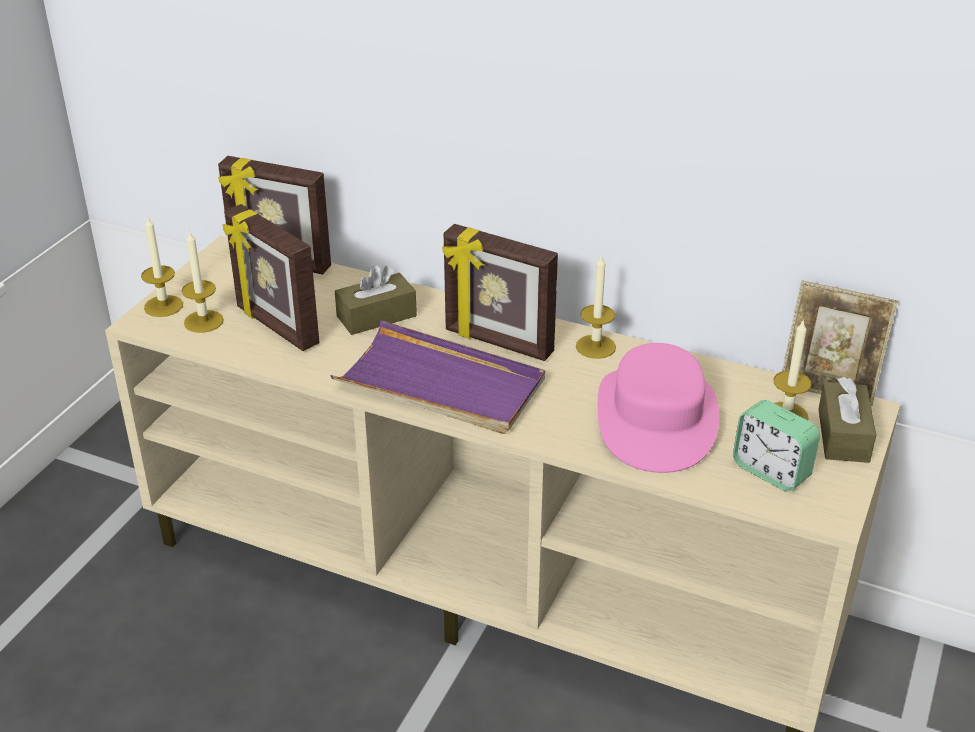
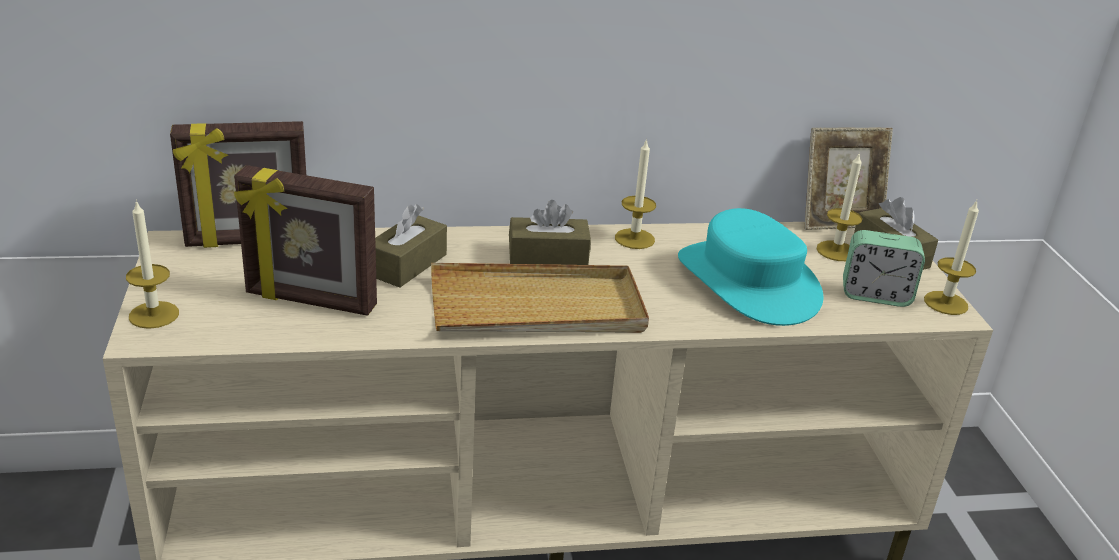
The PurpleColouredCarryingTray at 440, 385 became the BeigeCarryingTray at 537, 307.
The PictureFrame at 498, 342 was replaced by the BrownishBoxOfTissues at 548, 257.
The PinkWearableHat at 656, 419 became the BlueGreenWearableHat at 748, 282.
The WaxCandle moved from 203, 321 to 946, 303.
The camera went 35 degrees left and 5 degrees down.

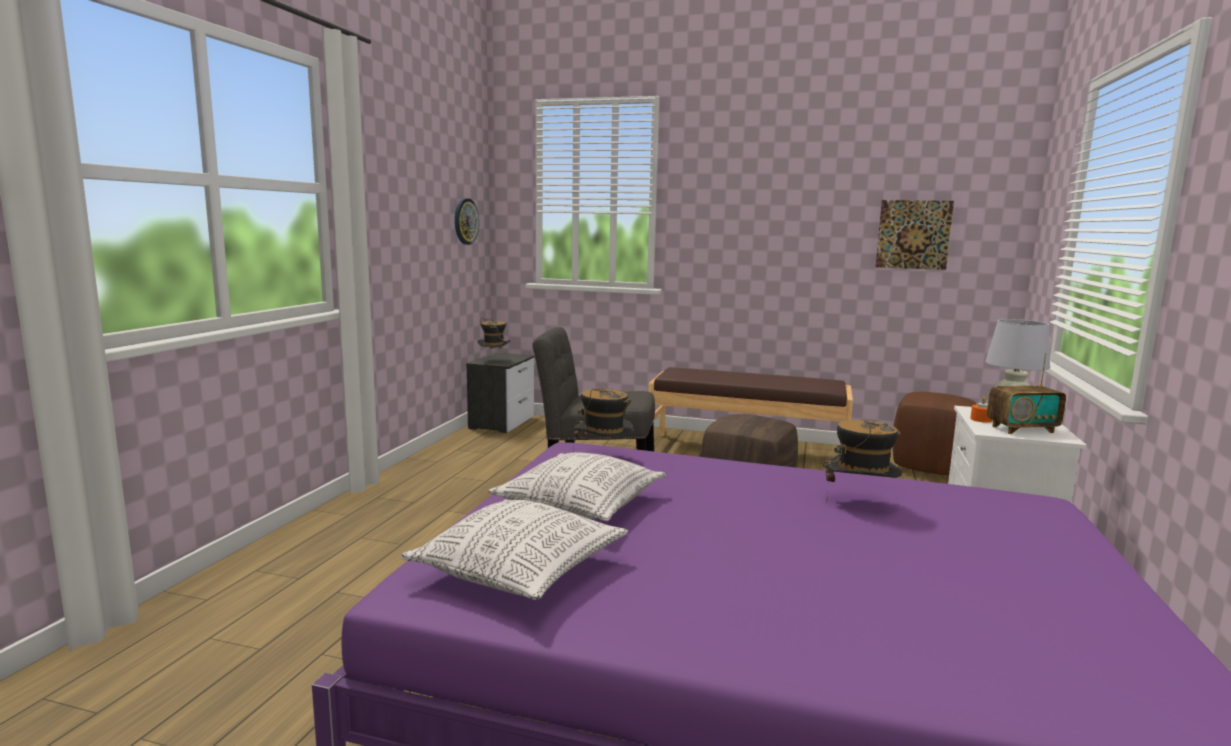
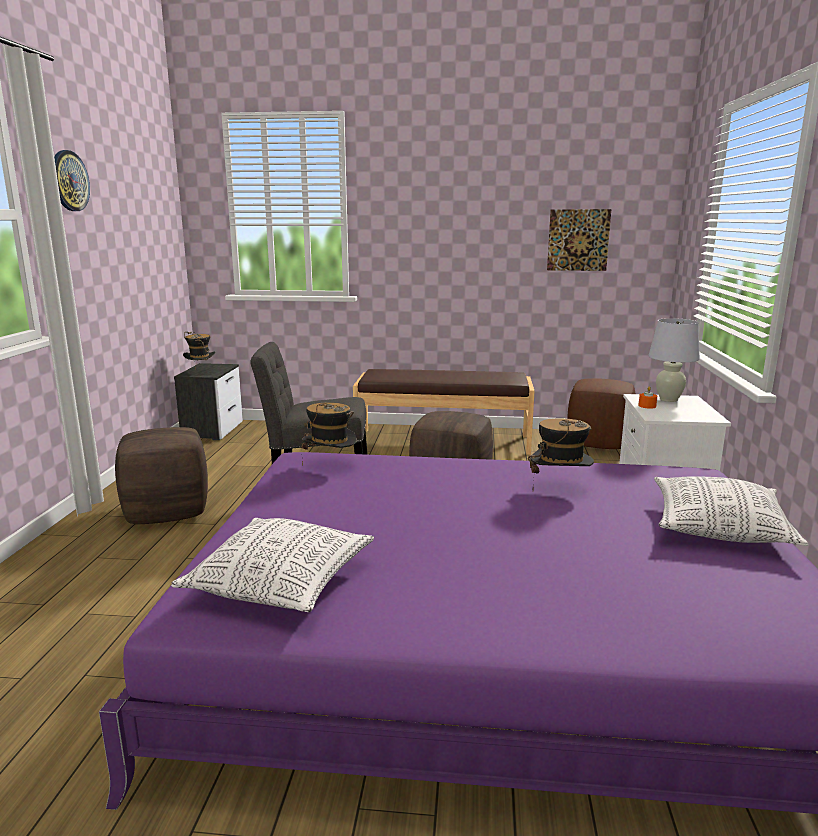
The WallClock moved from 465, 221 to 69, 181.
The BrownishPouffe at 166, 512 appeared.
The Pillow moved from 580, 506 to 718, 528.
The RadioSet at 1022, 429 disappeared.
The camera went 10 degrees left and 5 degrees up.

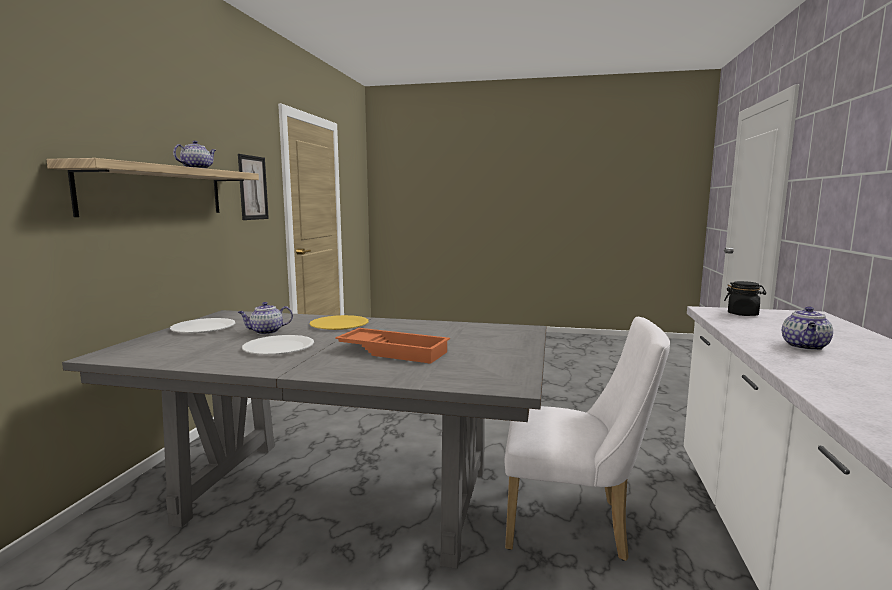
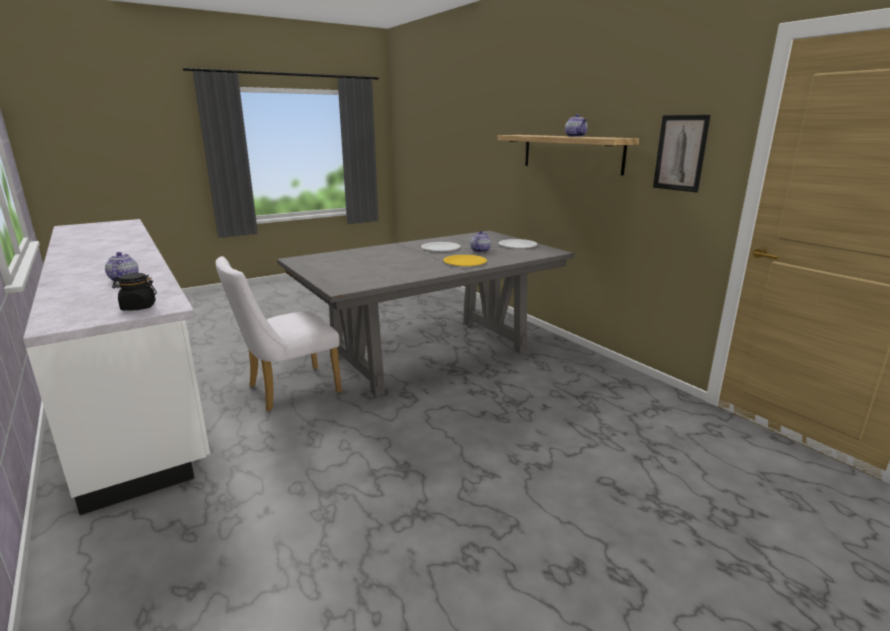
The OrangeColouredCarryingTray at 394, 351 disappeared.
The camera went 135 degrees right and 10 degrees up.

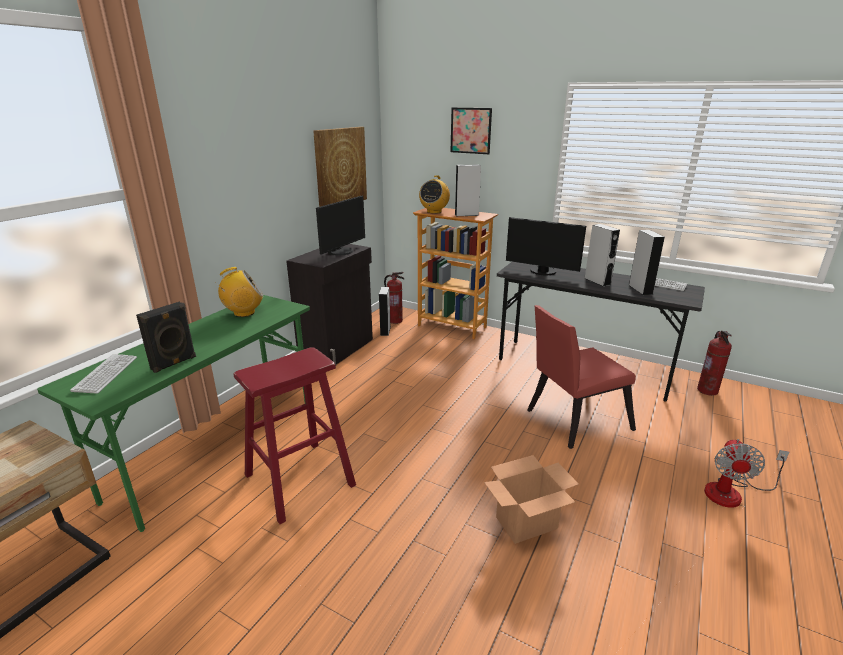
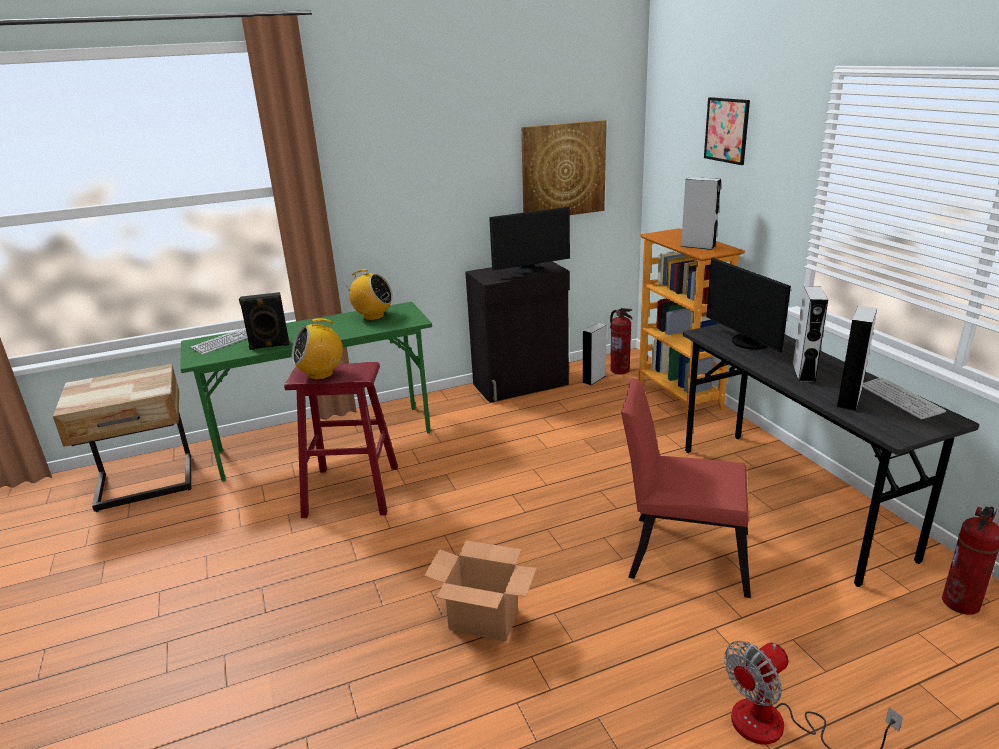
The RadioSet moved from 434, 211 to 321, 374.
The camera went 40 degrees right and 0 degrees up.

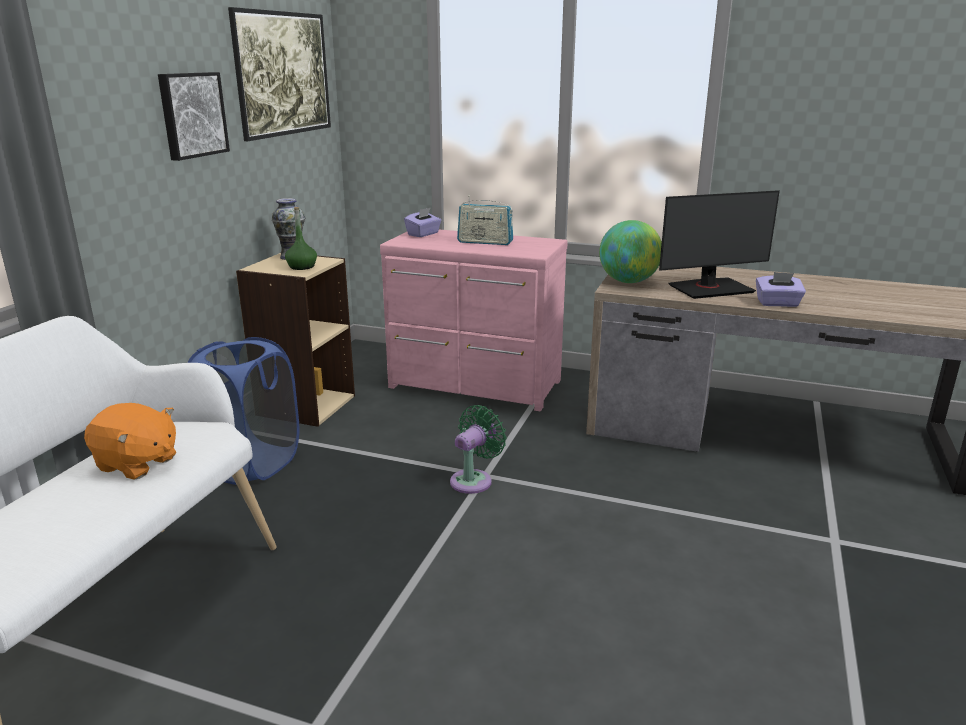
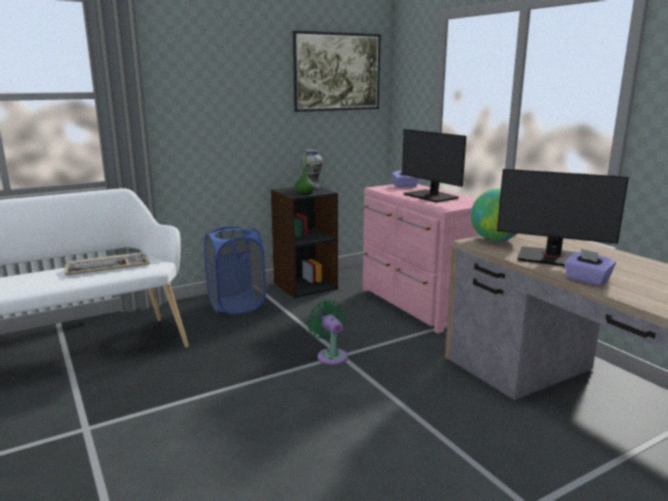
The OrangeColouredSoftToy at 137, 463 was replaced by the Keyboard at 108, 267.
The BeigeBookshelf at 305, 405 became the BlackColouredBookshelf at 305, 285.
The GreenishElectricFan at 474, 480 turned 105 degrees counterclockwise.
The RadioSet at 485, 242 was replaced by the Monitor at 431, 196.
The WallPicture at 192, 115 disappeared.
The camera went 40 degrees right and 5 degrees down.

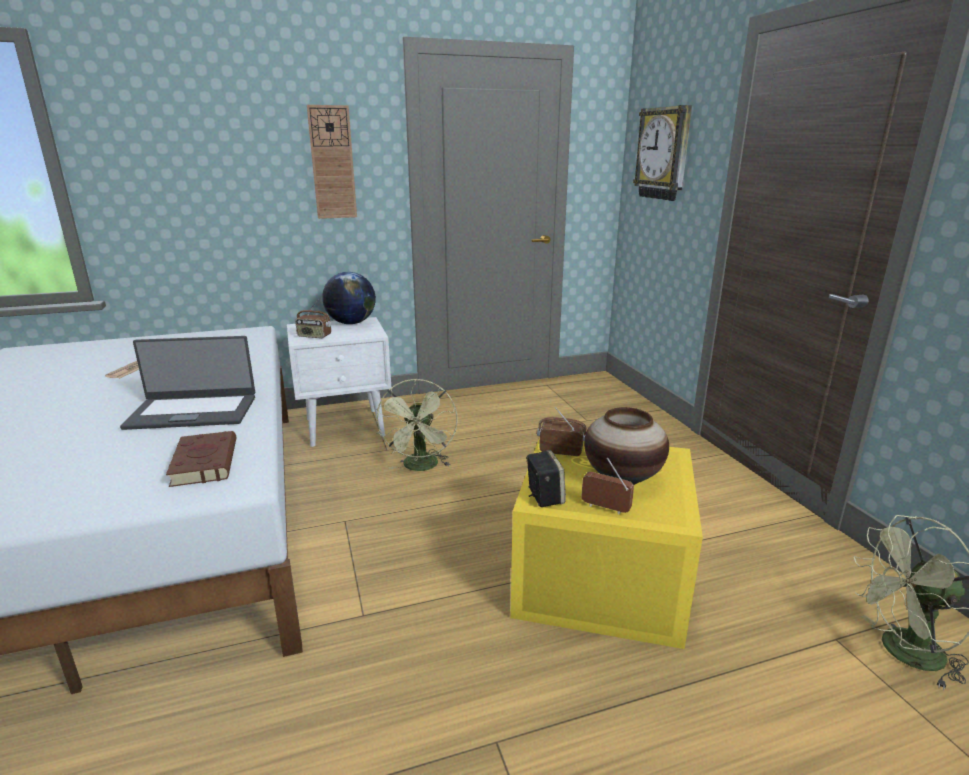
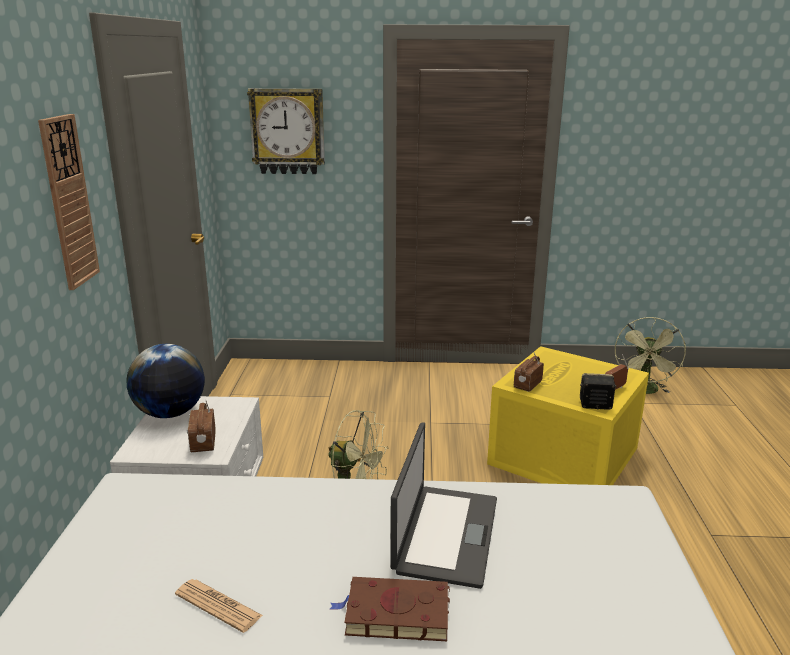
The RadioSet at 314, 336 turned 135 degrees clockwise.
The BrownishVolume moved from 204, 462 to 394, 614.
The FlowerVase at 623, 478 disappeared.
The camera went 70 degrees left and 0 degrees up.

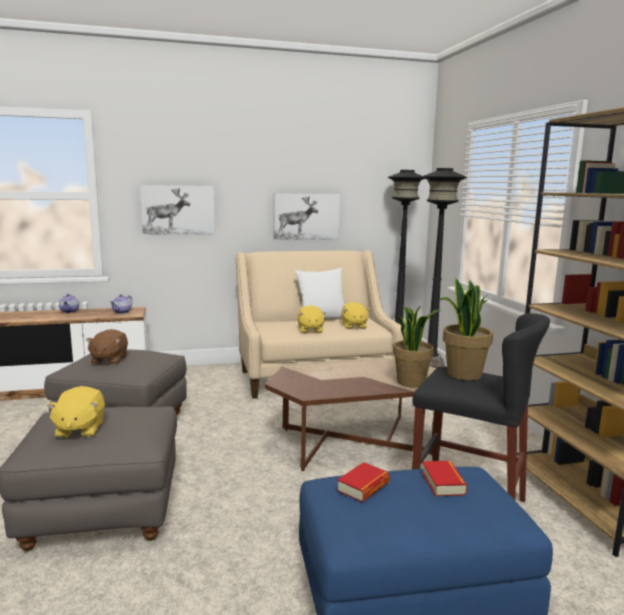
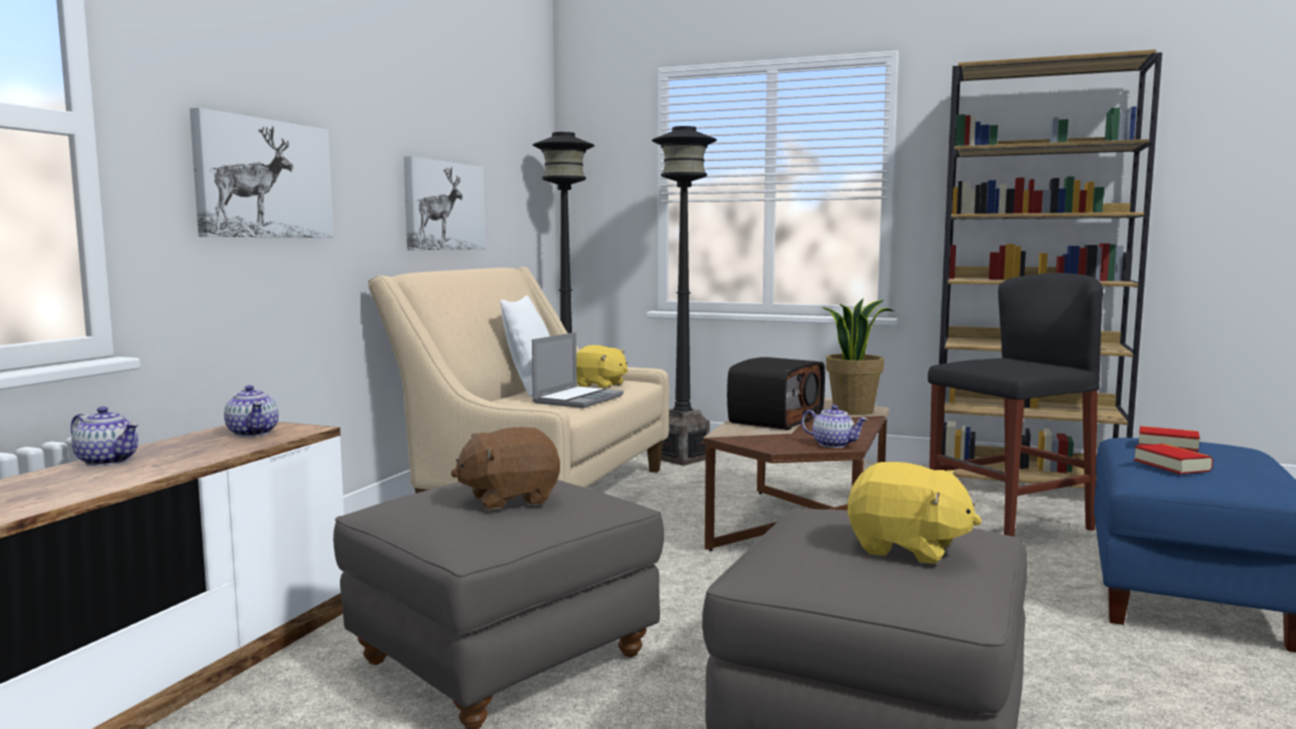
The BrownishSoftToy at 109, 360 turned 120 degrees clockwise.
The YellowColouredSoftToy at 310, 330 was replaced by the NotebookComputer at 578, 399.
The RadioSet at 774, 419 appeared.
The PotForTea at 833, 444 appeared.
The PlantInAPot at 463, 374 disappeared.
The camera went 55 degrees left and 5 degrees down.

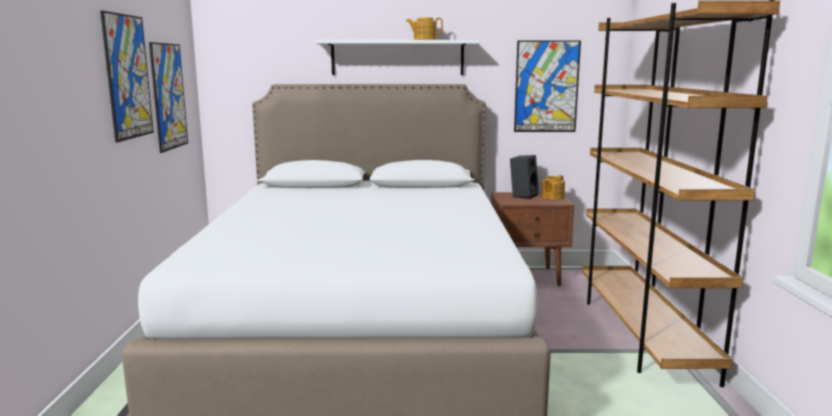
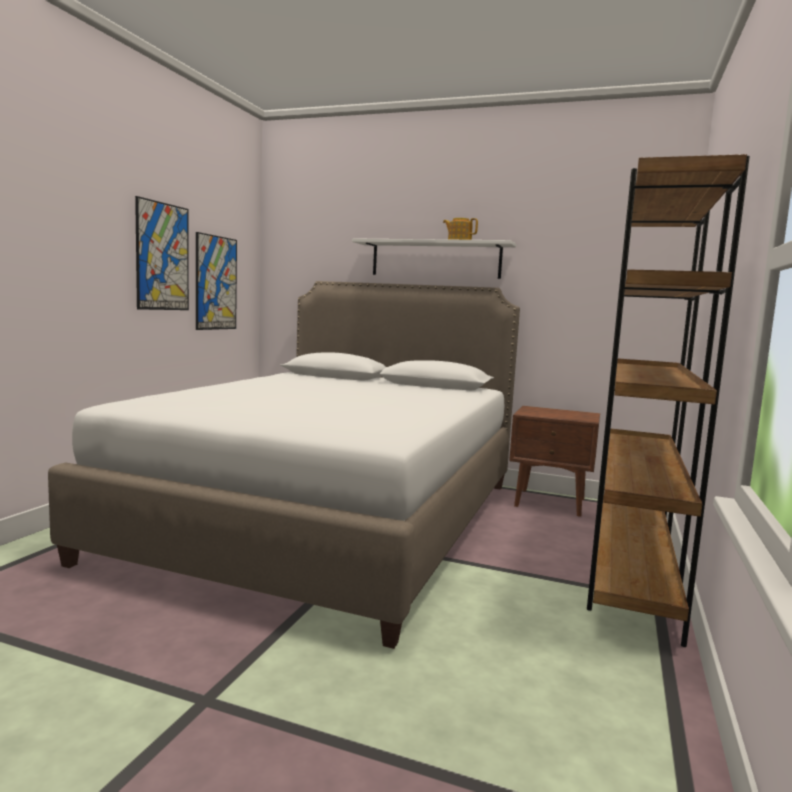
The BlackColouredSpeaker at 523, 195 disappeared.
The WallPicture at 546, 86 disappeared.
The PotForTea at 552, 197 disappeared.
The camera went 20 degrees right and 5 degrees down.

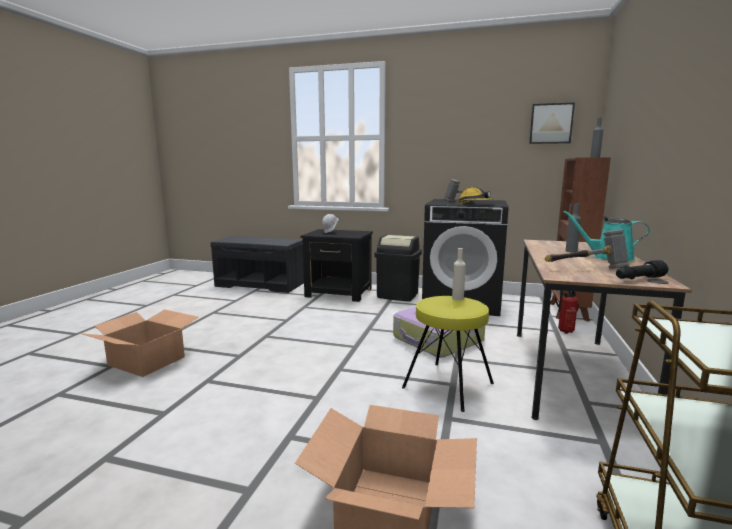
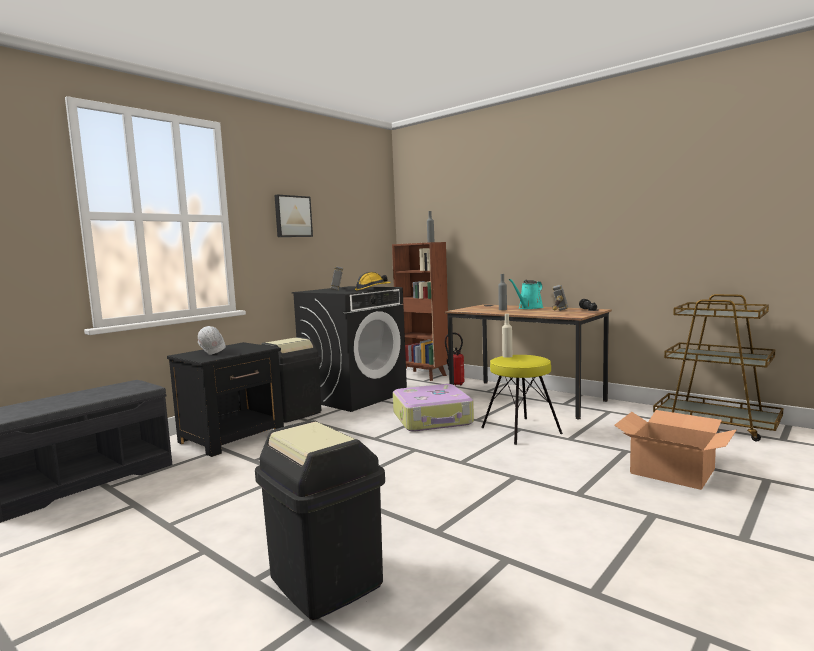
The Carton at 147, 360 was replaced by the BlackColouredRubbishBin at 325, 581.
The WallPicture moved from 551, 124 to 292, 216.
The camera went 65 degrees left and 5 degrees down.

